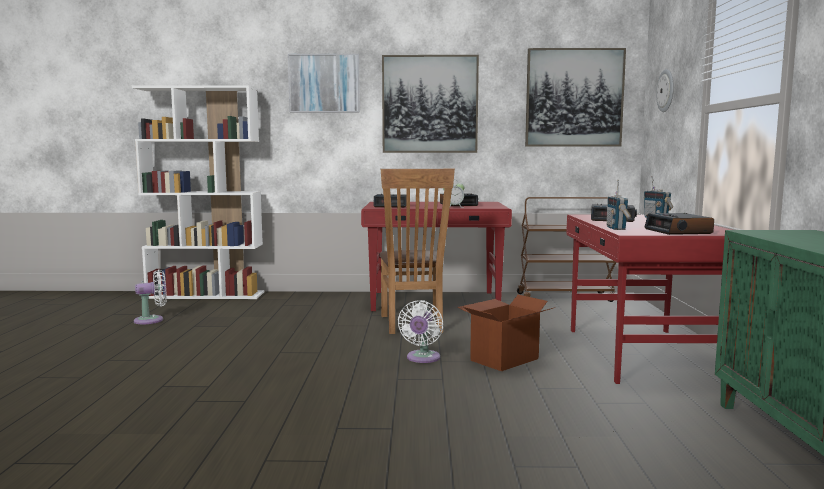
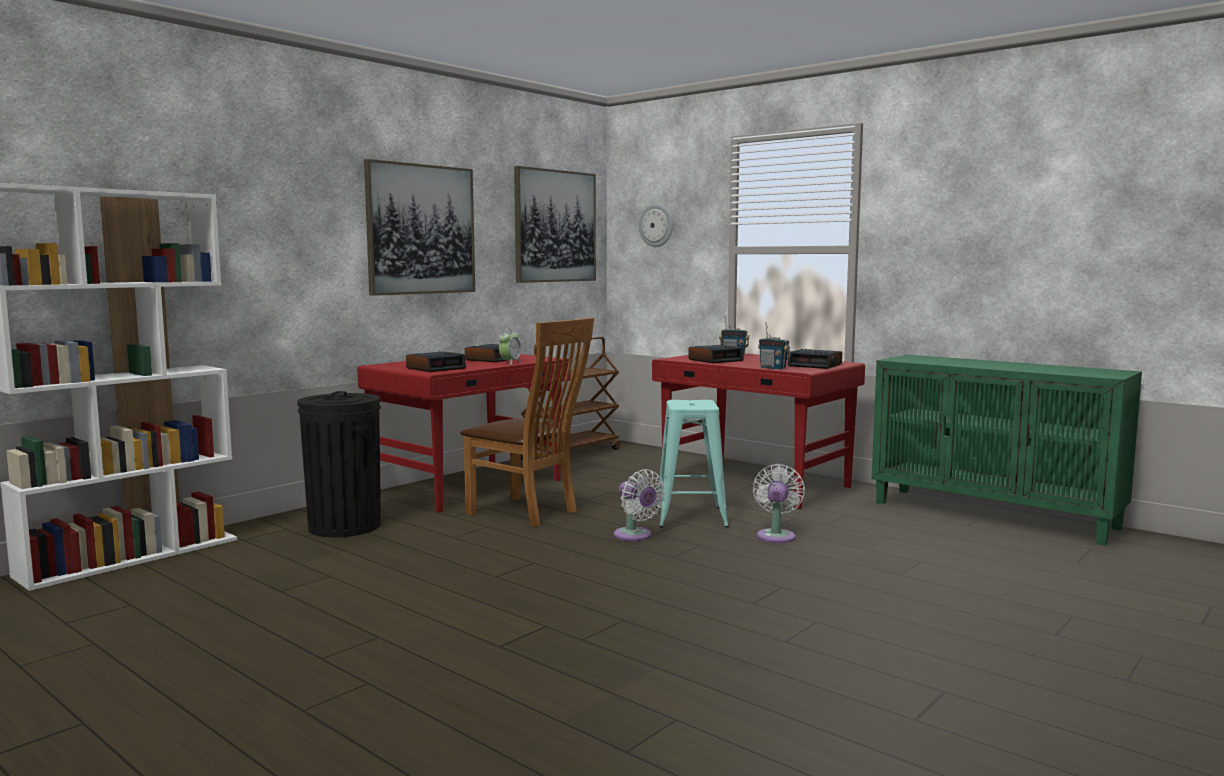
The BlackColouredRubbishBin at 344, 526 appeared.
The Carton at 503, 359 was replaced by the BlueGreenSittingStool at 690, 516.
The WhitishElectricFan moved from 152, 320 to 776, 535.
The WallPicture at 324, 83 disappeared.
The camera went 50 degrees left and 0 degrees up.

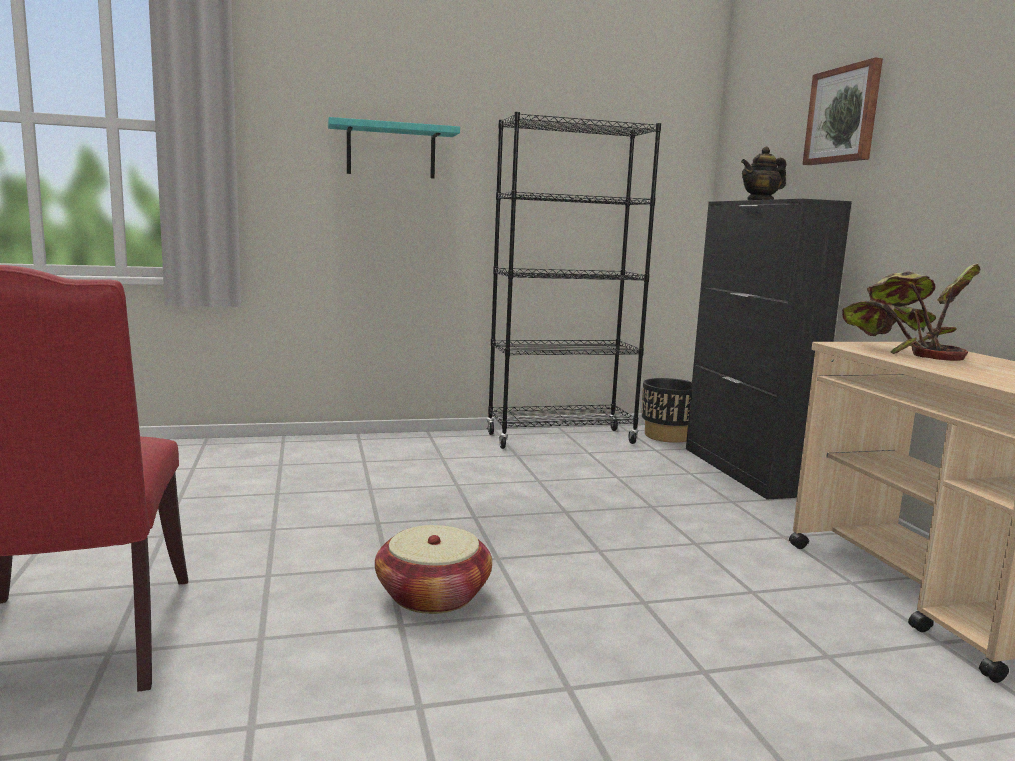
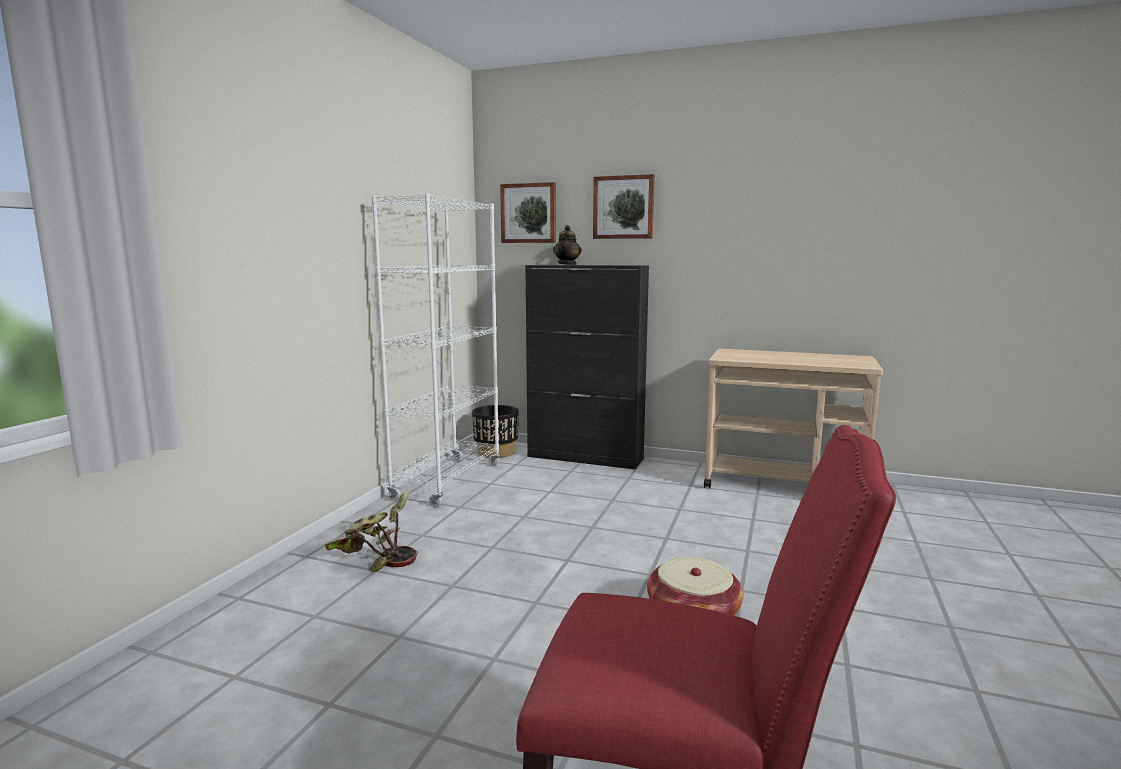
The PlantInAPot moved from 905, 351 to 375, 560.
The BlackColouredBookshelf at 561, 439 became the WhitishBookshelf at 448, 481.
The WallPicture at 529, 213 appeared.
The BlueGreenBracketShelf at 391, 151 disappeared.
The camera went 55 degrees left and 0 degrees up.

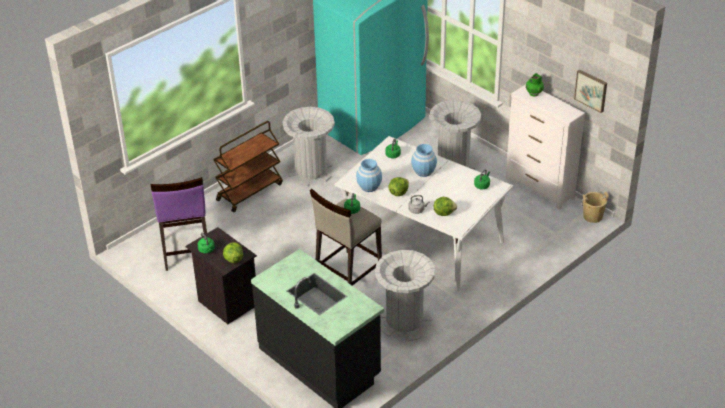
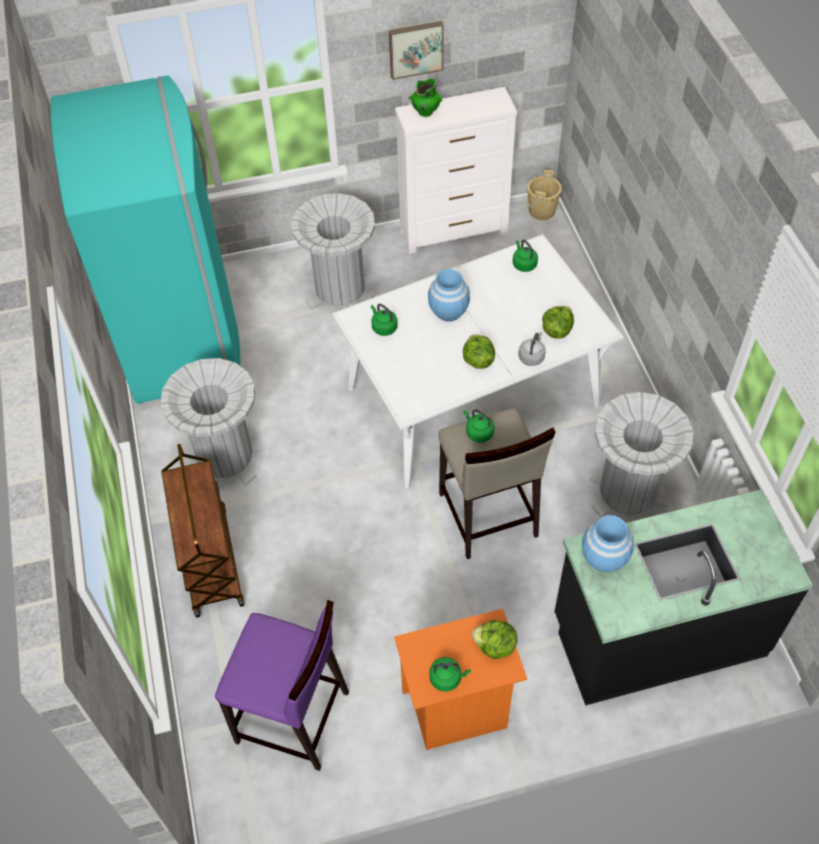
The WallPicture moved from 591, 90 to 415, 48.
The BlackColouredNightTable at 226, 303 became the OrangeColouredNightTable at 457, 709.
The BlueColouredFlowerVase moved from 369, 186 to 604, 557.
The camera went 60 degrees left and 15 degrees up.

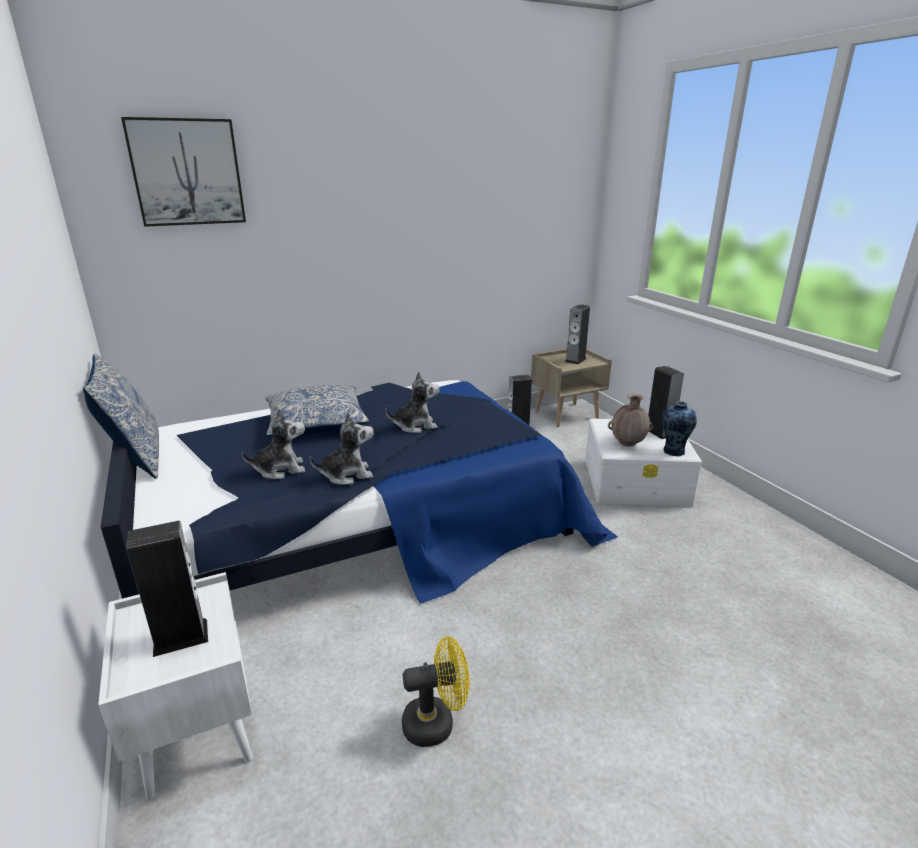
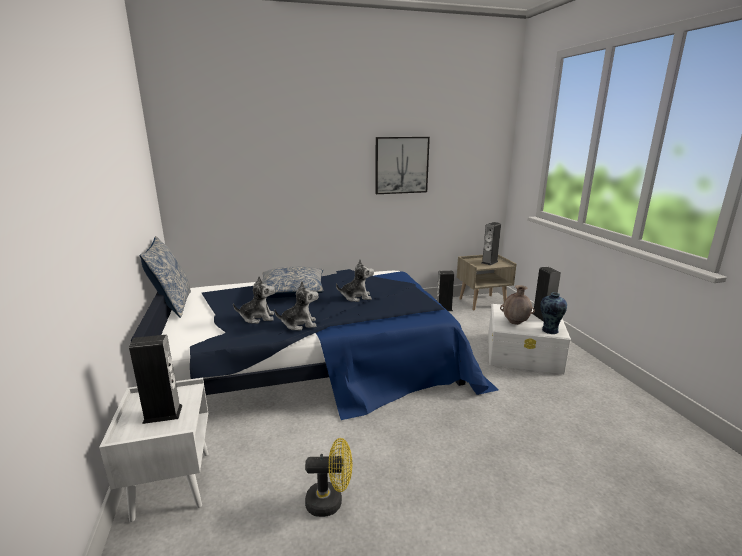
The WallPicture moved from 187, 172 to 401, 165.
The camera went 10 degrees right and 5 degrees down.

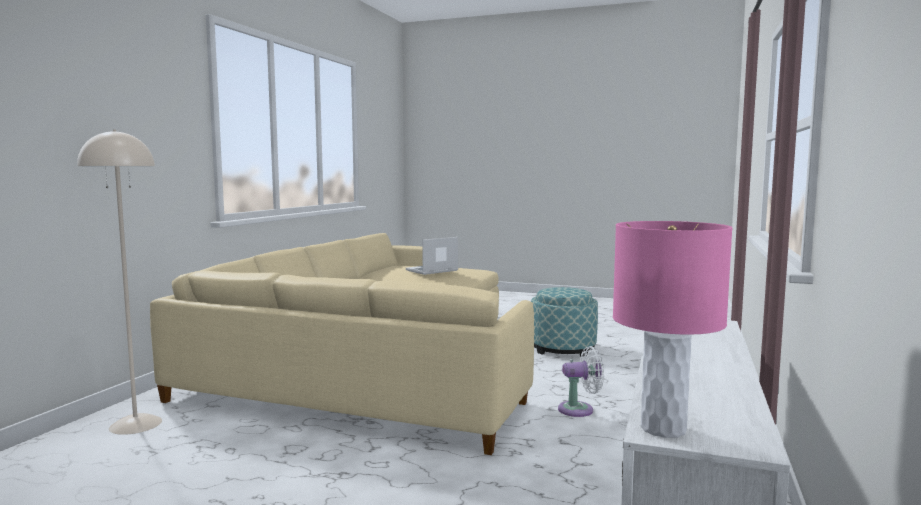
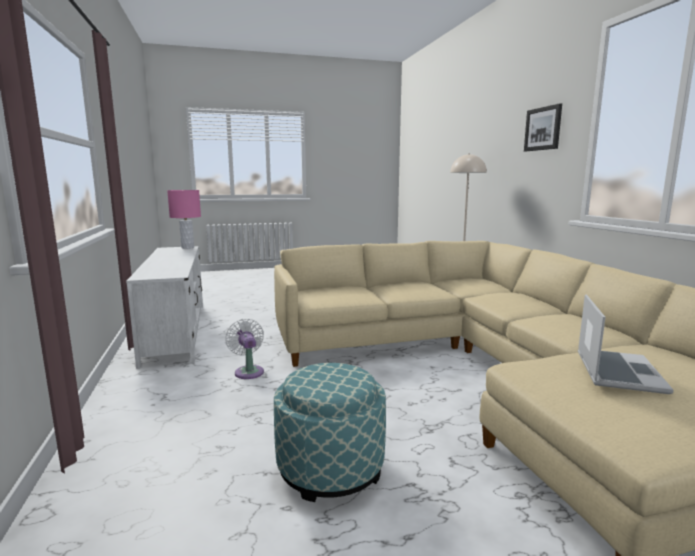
The WhitishElectricFan at 579, 409 turned 105 degrees clockwise.
The WallPicture at 543, 128 appeared.
The camera went 145 degrees right and 5 degrees up.

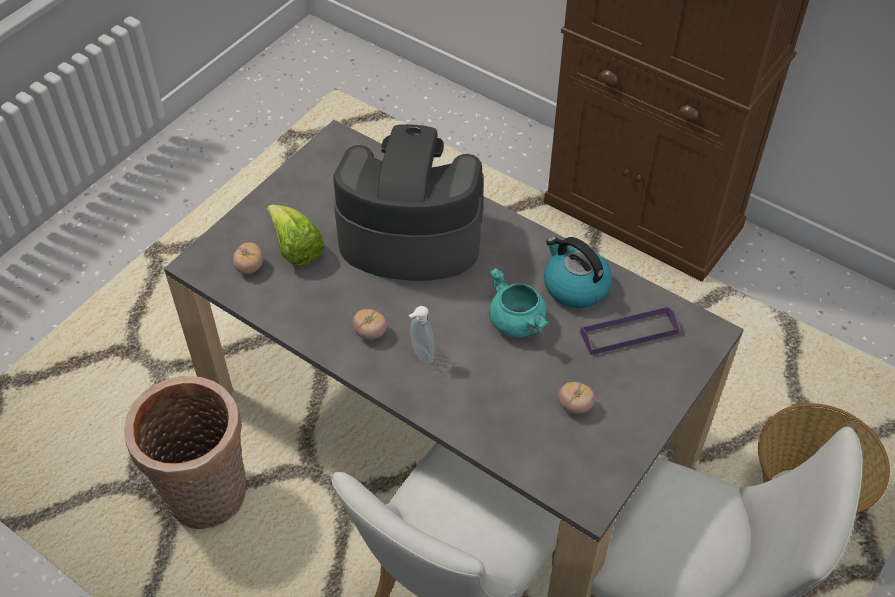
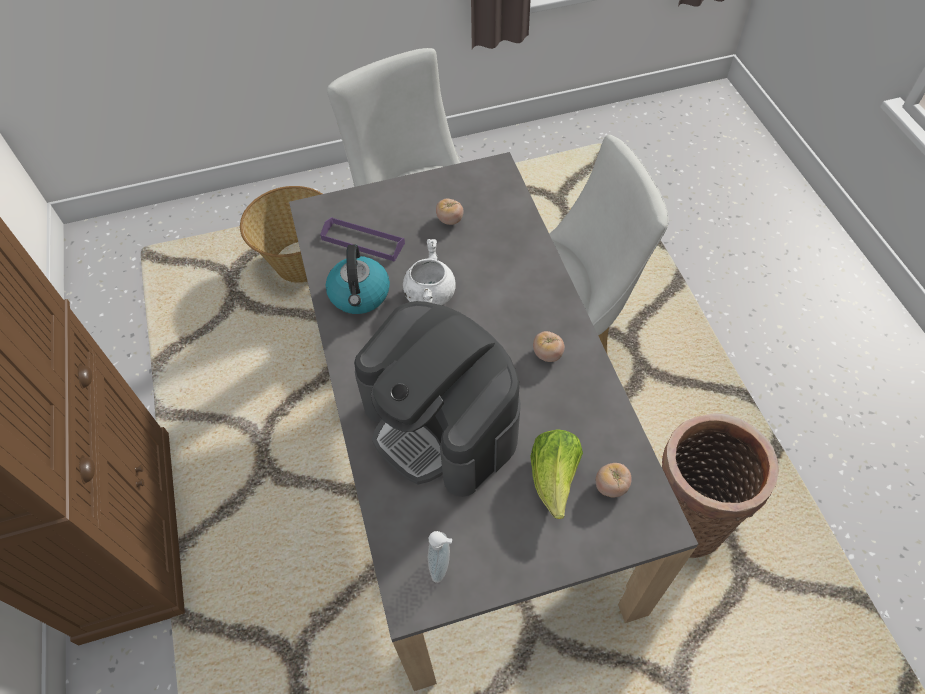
The BlueGreenStockpot at 518, 322 became the WhitishStockpot at 429, 294.
The SoapBottle moved from 421, 355 to 442, 565.
The camera went 140 degrees left and 5 degrees up.

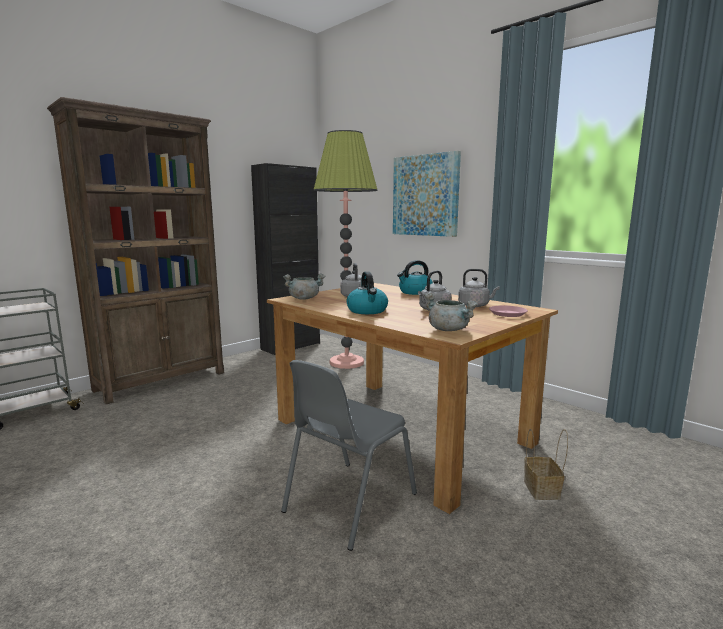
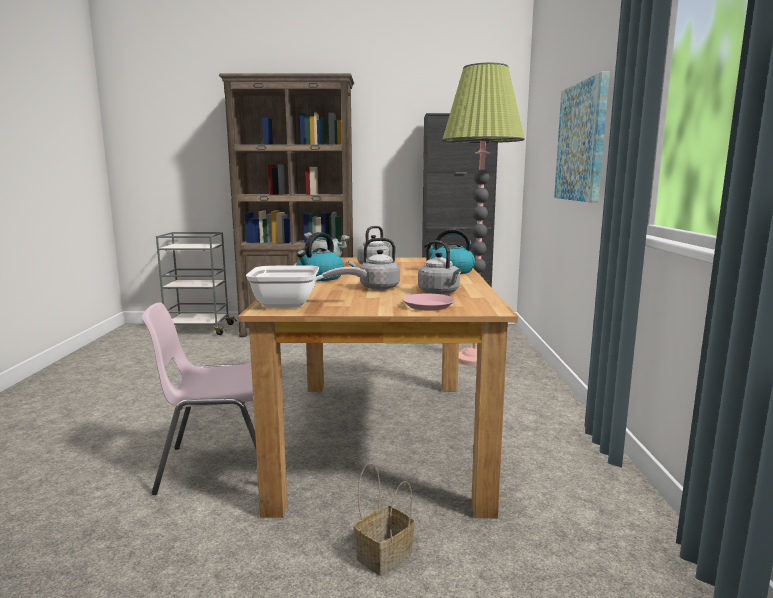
The GreyishPlainChair at 348, 503 became the PinkPlainChair at 219, 466.
The GreyishStockpot at 449, 330 was replaced by the Skillet at 294, 304.
The camera went 45 degrees right and 0 degrees up.

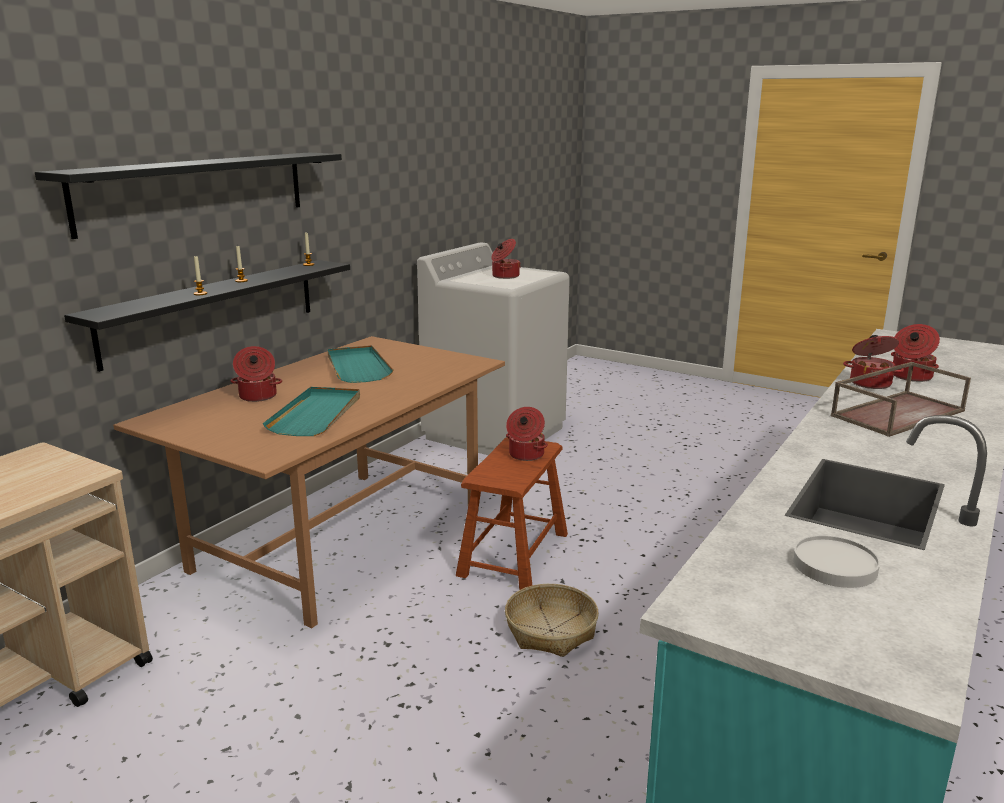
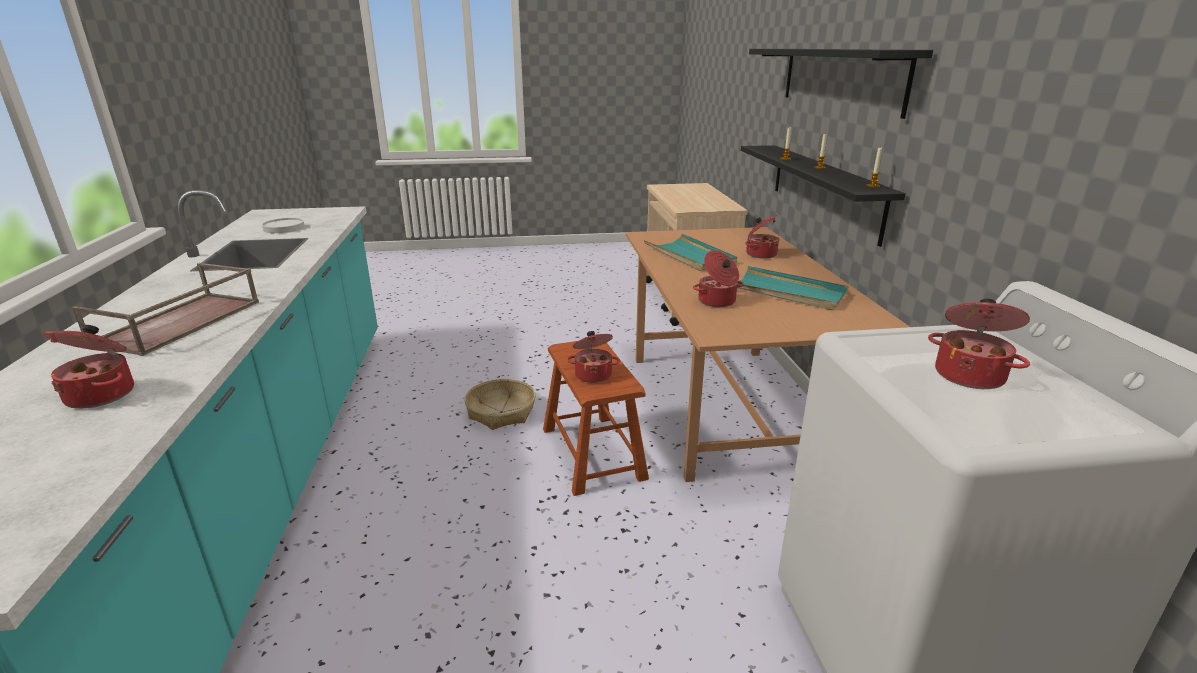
The Stockpot moved from 870, 383 to 717, 301.
The camera went 140 degrees right and 5 degrees up.

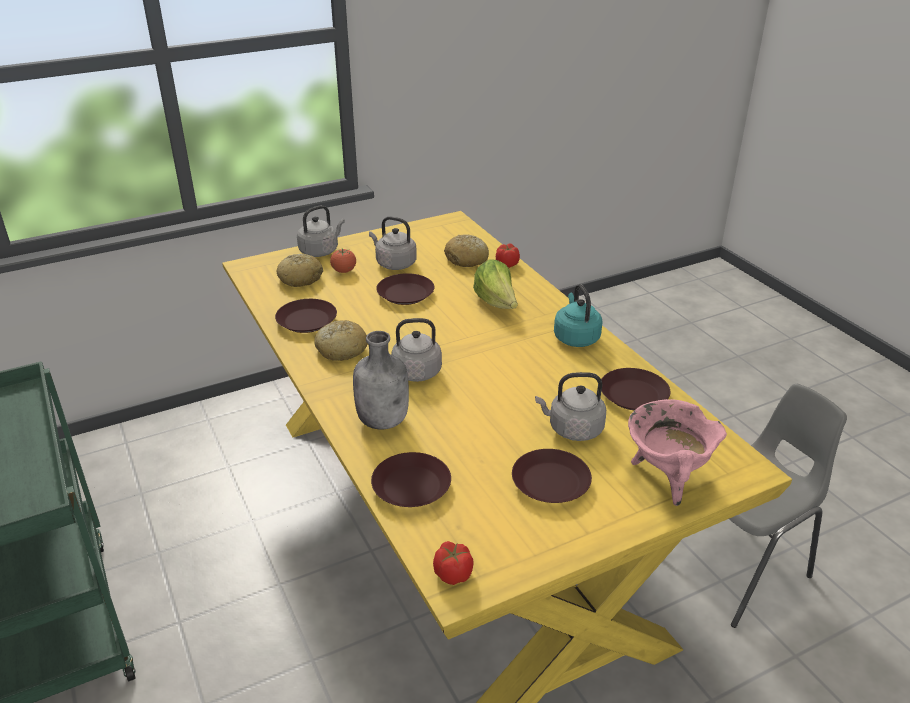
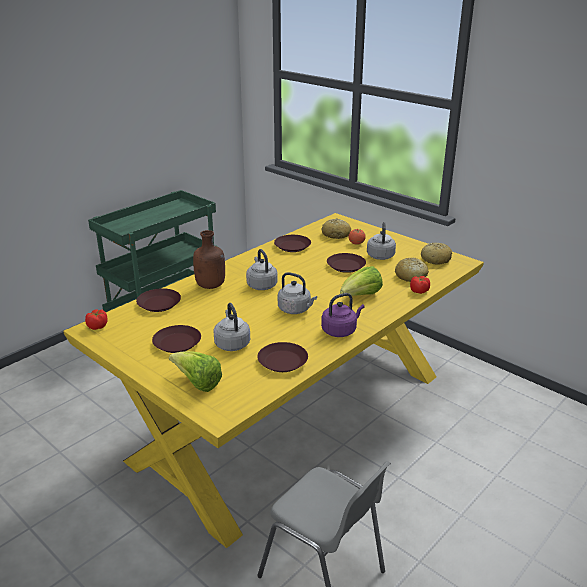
The PinkStockpot at 667, 477 was replaced by the LettuceHead at 197, 383.
The GreyishBeverageBottle at 384, 420 became the BrownishBeverageBottle at 211, 286.
The GreyishTeaKettle moved from 320, 251 to 296, 309.
The BlueGreenTeaKettle at 575, 337 became the PurpleColouredTeaKettle at 340, 331.
The BakedBread moved from 341, 349 to 435, 259.
The camera went 70 degrees right and 5 degrees down.

